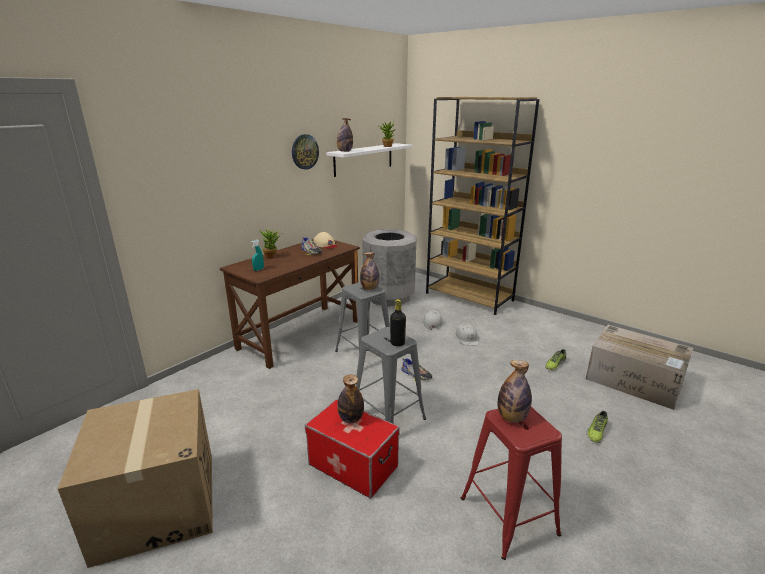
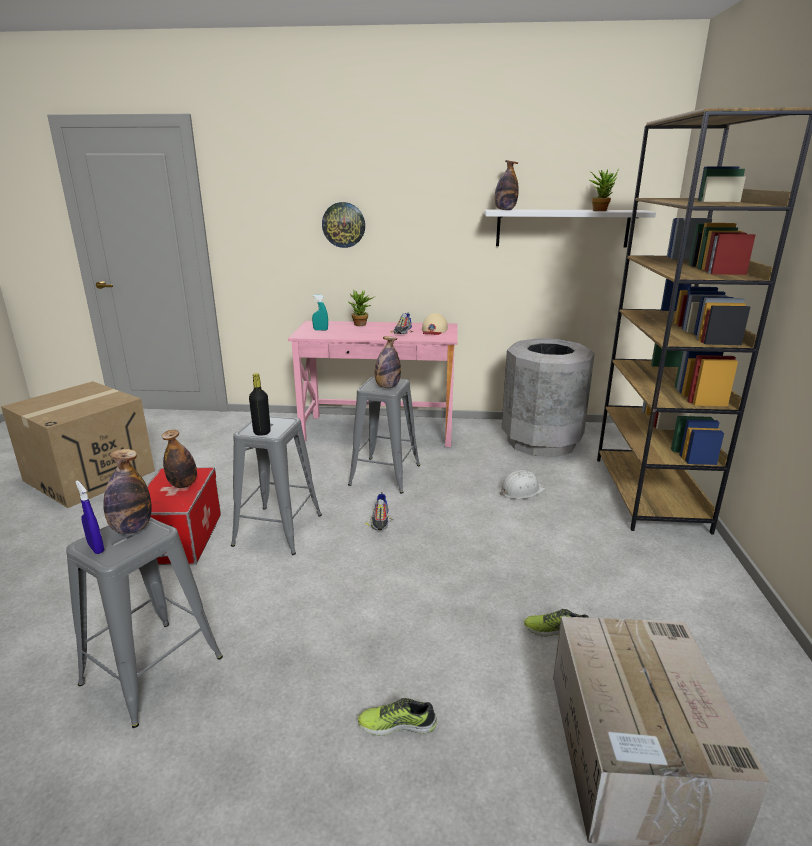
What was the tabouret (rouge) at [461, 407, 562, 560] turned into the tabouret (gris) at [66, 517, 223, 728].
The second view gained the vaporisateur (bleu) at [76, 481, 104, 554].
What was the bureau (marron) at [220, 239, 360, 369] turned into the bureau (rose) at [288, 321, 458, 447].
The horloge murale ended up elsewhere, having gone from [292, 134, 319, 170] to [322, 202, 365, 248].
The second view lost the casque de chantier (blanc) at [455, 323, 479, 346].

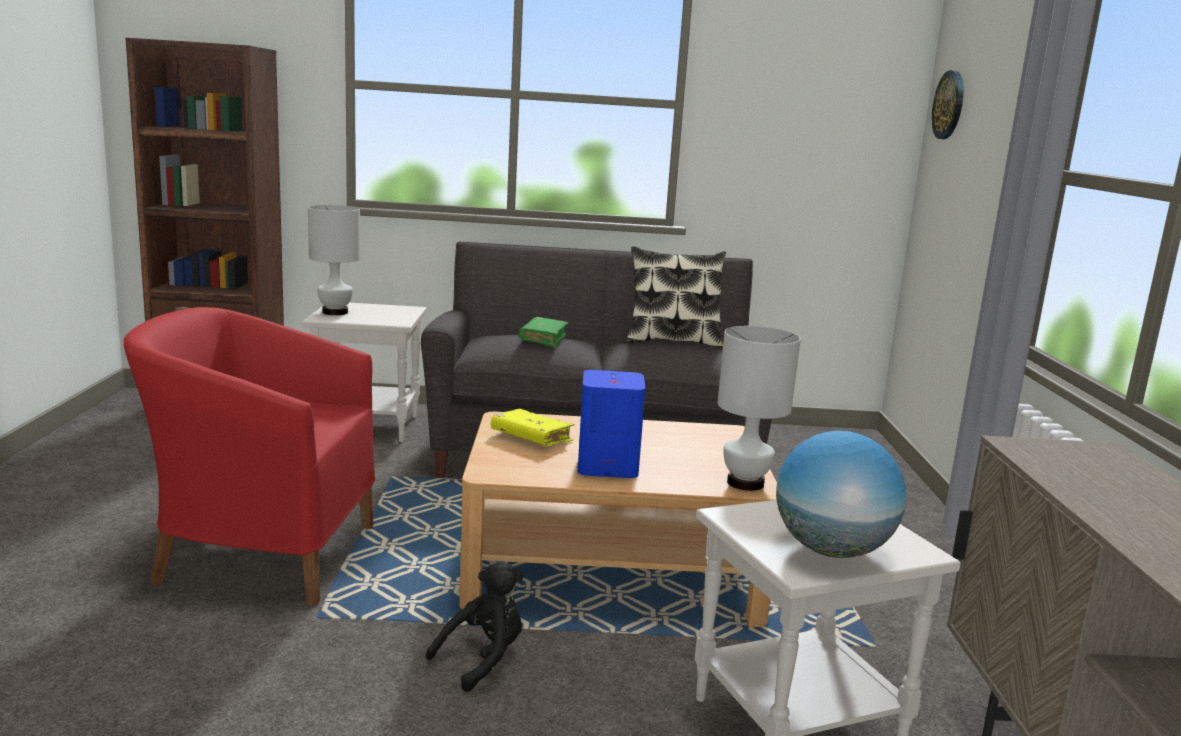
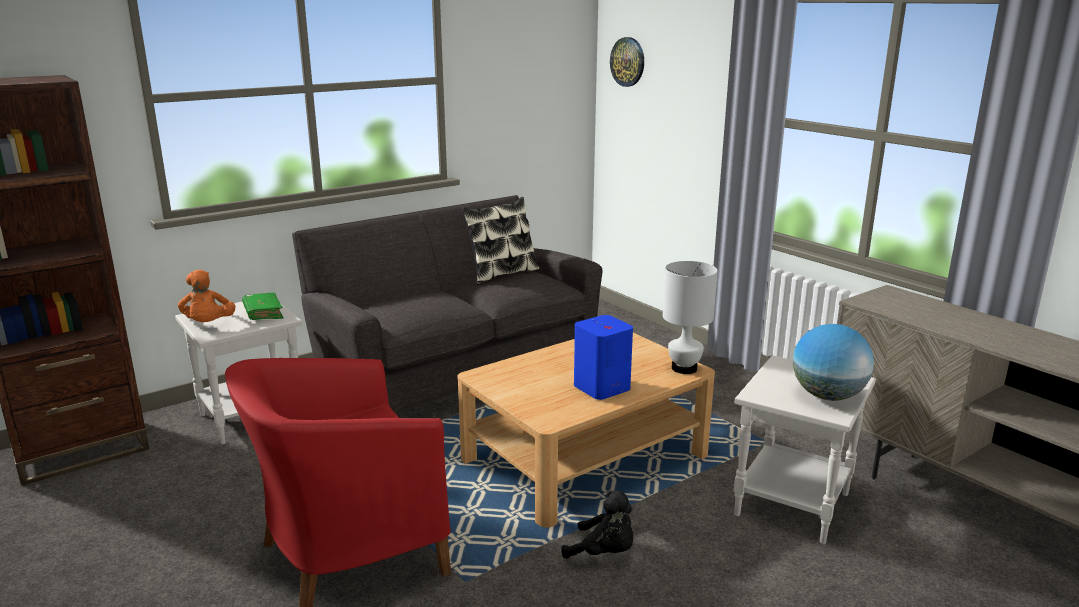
Where the lampe de table (blanc) stood at [308, 205, 360, 315], the peluche (orange) came to stand at [178, 270, 236, 322].
The livre (vert) ended up elsewhere, having gone from [519, 317, 568, 347] to [242, 293, 284, 320].
The peluche (noir) at [426, 561, 524, 692] ended up facing another way, 105 degrees clockwise from before.
The second view lost the livre (jaune) at [491, 409, 574, 446].

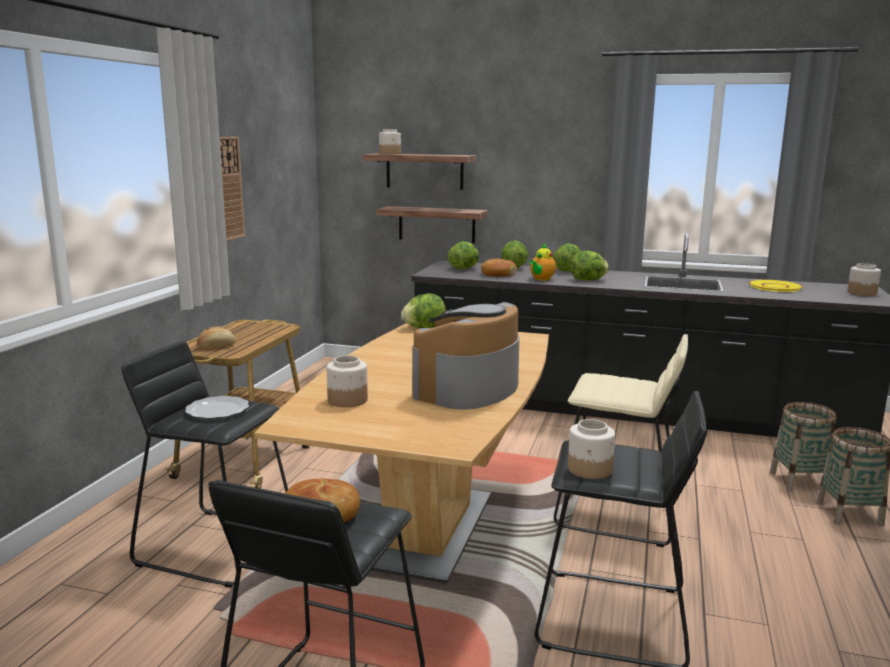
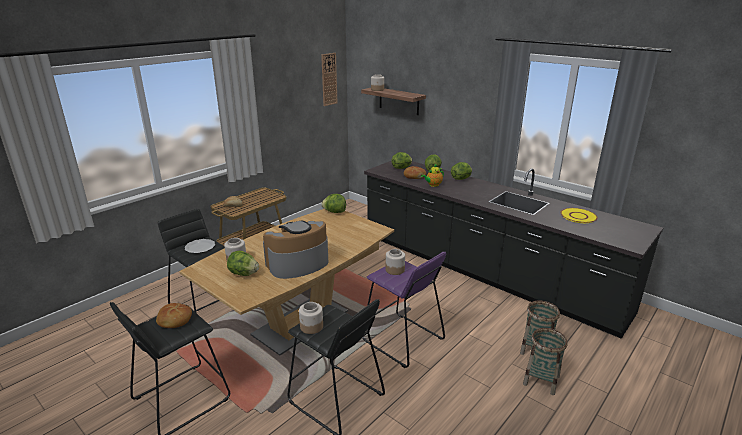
The laitue ended up elsewhere, having gone from [571, 251, 609, 280] to [227, 251, 259, 276].
The horloge murale ended up elsewhere, having gone from [219, 137, 245, 241] to [321, 53, 337, 106].
What was the tabouret (beige) at [554, 334, 688, 547] turned into the tabouret (violet) at [362, 252, 446, 368].
The bocal ended up elsewhere, having gone from [847, 263, 881, 296] to [386, 249, 405, 275].
The second view lost the étagère at [376, 206, 488, 243].

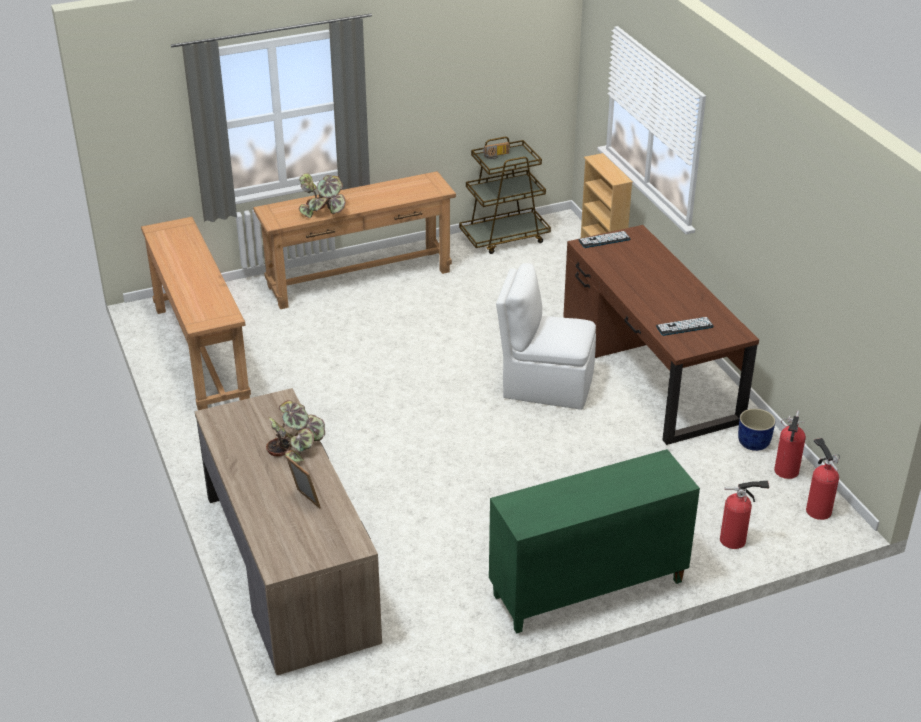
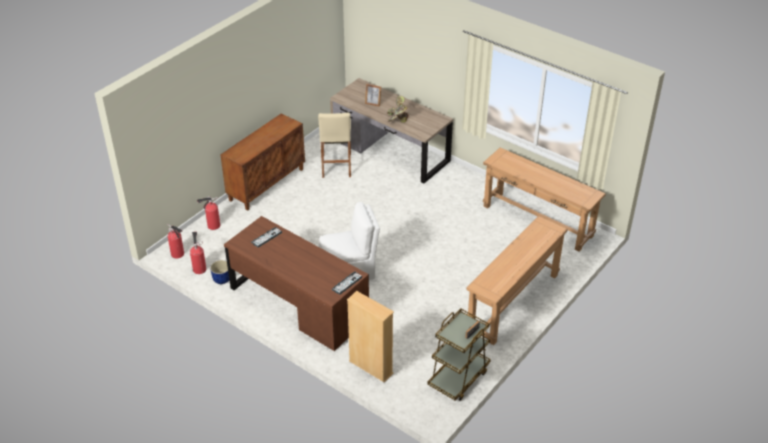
What was the meuble de rangement (vert) at [489, 449, 700, 634] turned into the meuble de rangement (marron) at [220, 113, 305, 211].
The second view gained the tabouret (beige) at [318, 113, 351, 178].
The second view lost the plante en pot at [299, 173, 346, 218].

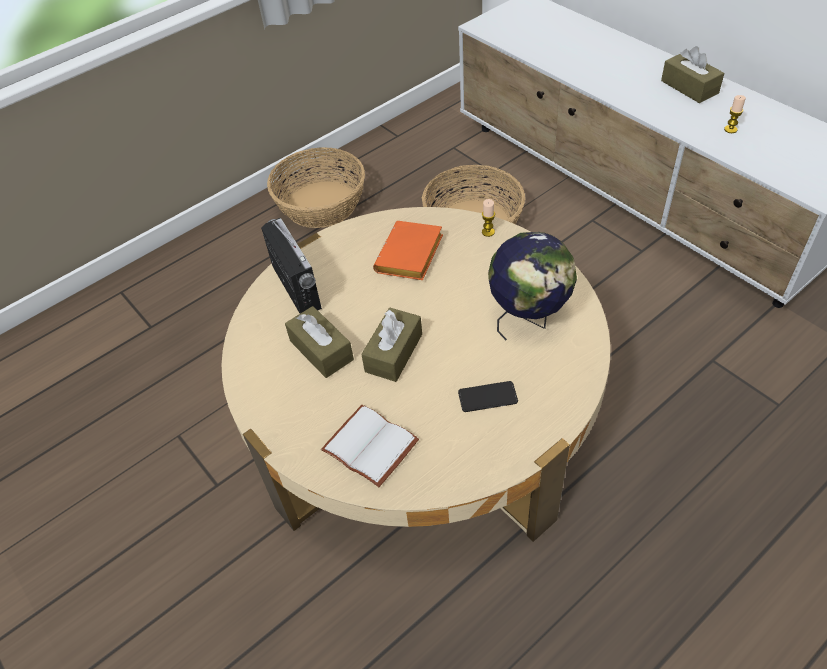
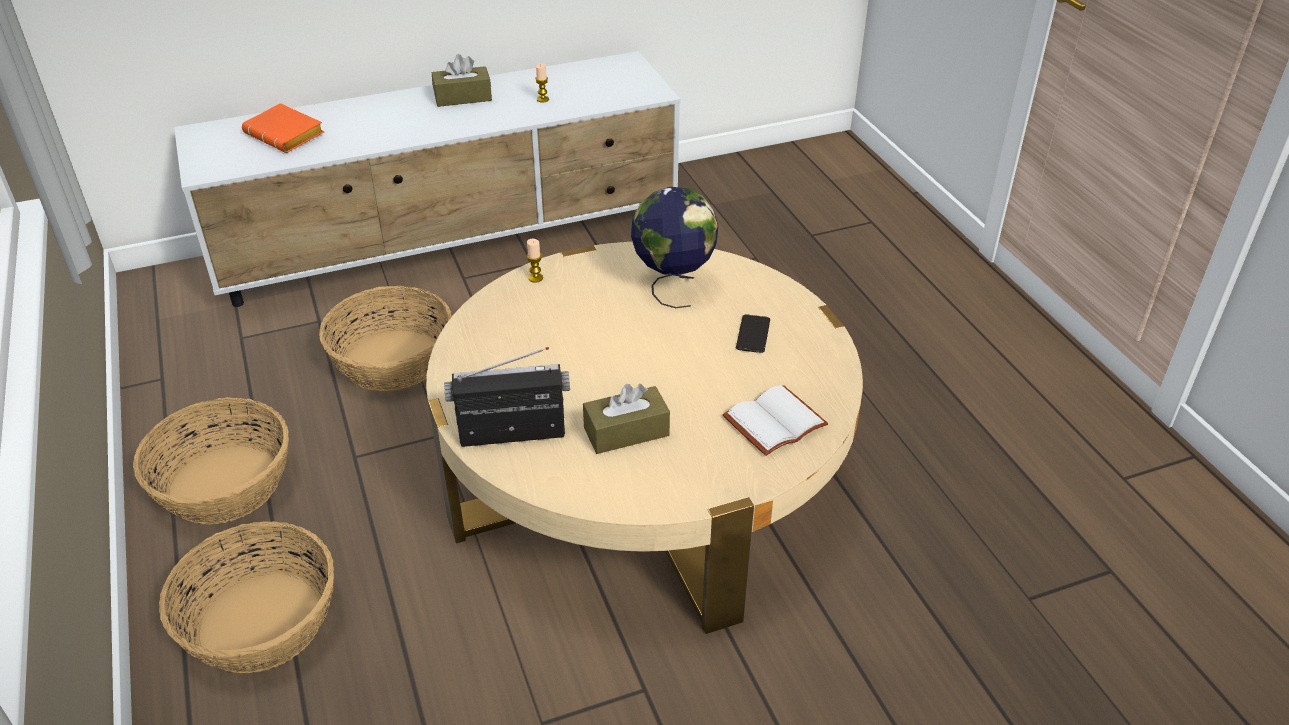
The second view gained the panier at [159, 521, 334, 673].
The livre (orange) ended up elsewhere, having gone from [373, 221, 443, 280] to [242, 103, 324, 153].
The second view lost the boîte à mouchoirs (marron) at [361, 308, 422, 382].

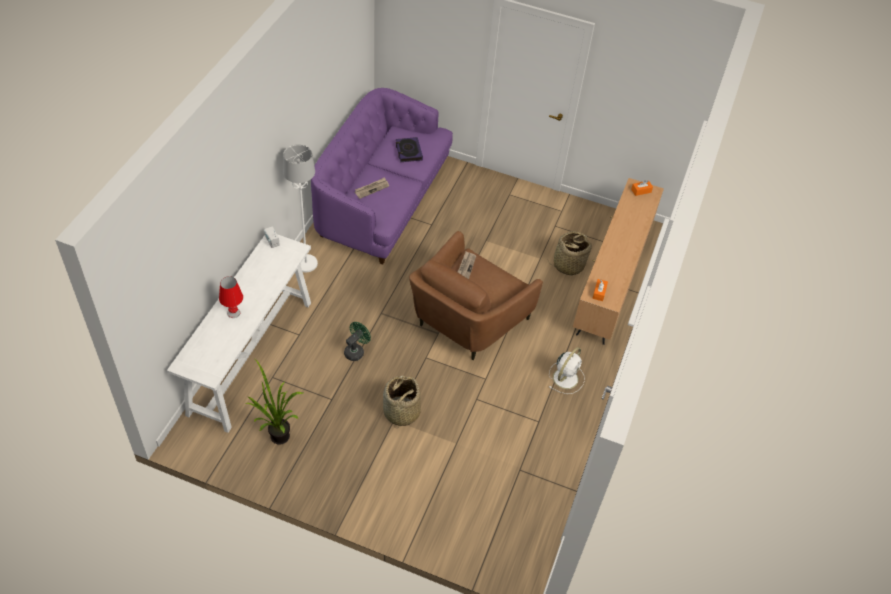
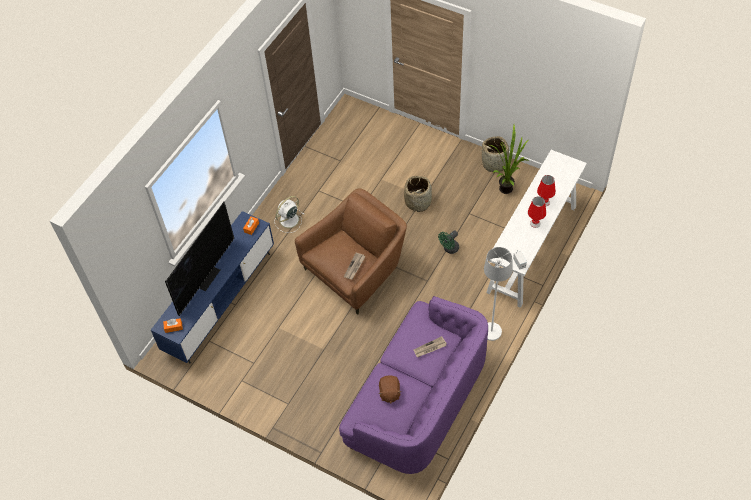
What was the meuble télé (marron) at [573, 178, 664, 345] turned into the meuble télé (bleu) at [151, 211, 274, 364].
The second view gained the téléviseur at [165, 202, 234, 316].
Where the livre stood at [396, 137, 423, 162], the peluche (marron) came to stand at [379, 376, 401, 403].
The panier ended up elsewhere, having gone from [548, 231, 592, 276] to [479, 136, 509, 172].
The second view gained the lampe de table (rouge) at [528, 196, 546, 228].

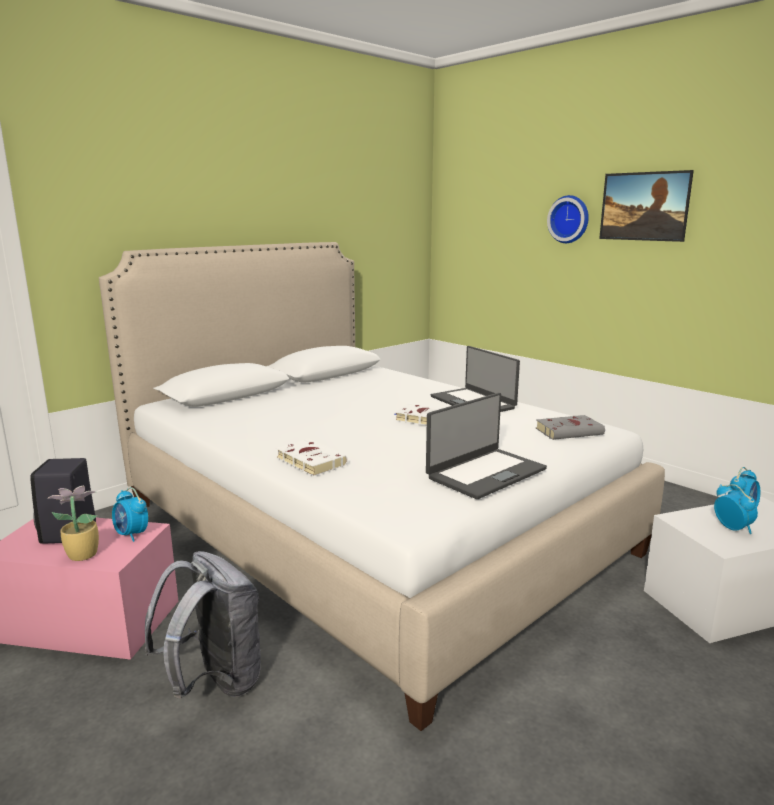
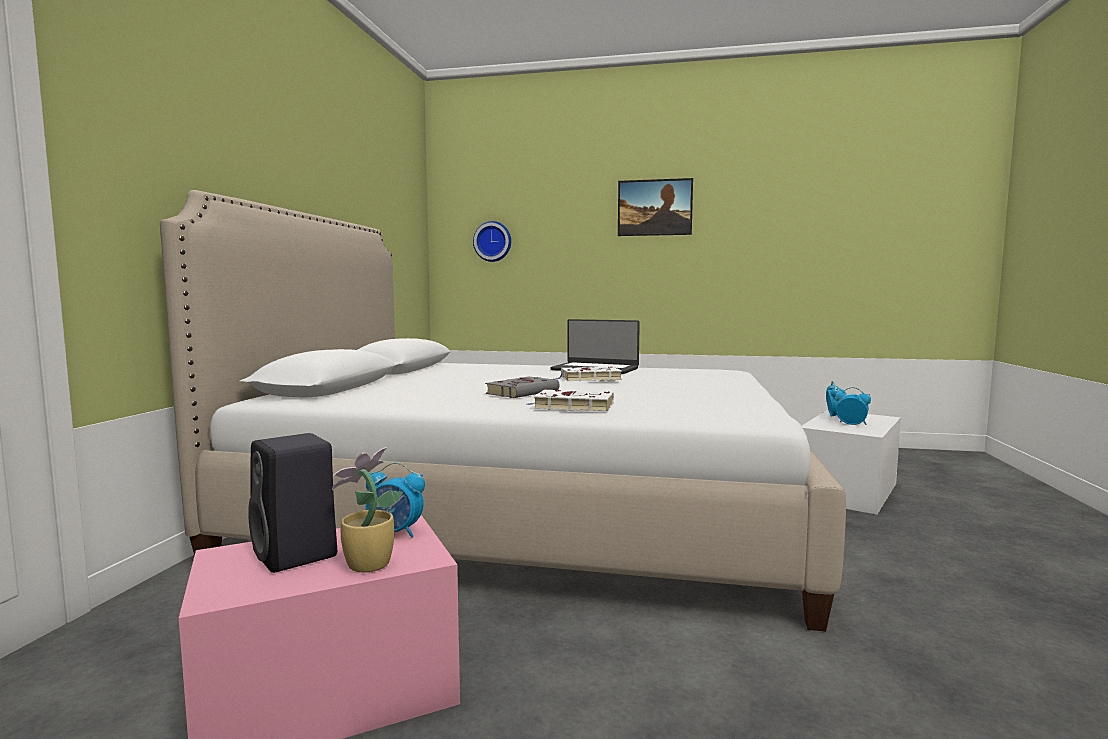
The horloge murale ended up elsewhere, having gone from [547, 195, 589, 243] to [473, 221, 511, 262].
The livre (gris) ended up elsewhere, having gone from [536, 415, 605, 440] to [485, 376, 559, 398].
The second view lost the sac à dos (gris) at [145, 551, 262, 699].
The second view lost the ordinateur portable at [426, 393, 547, 499].

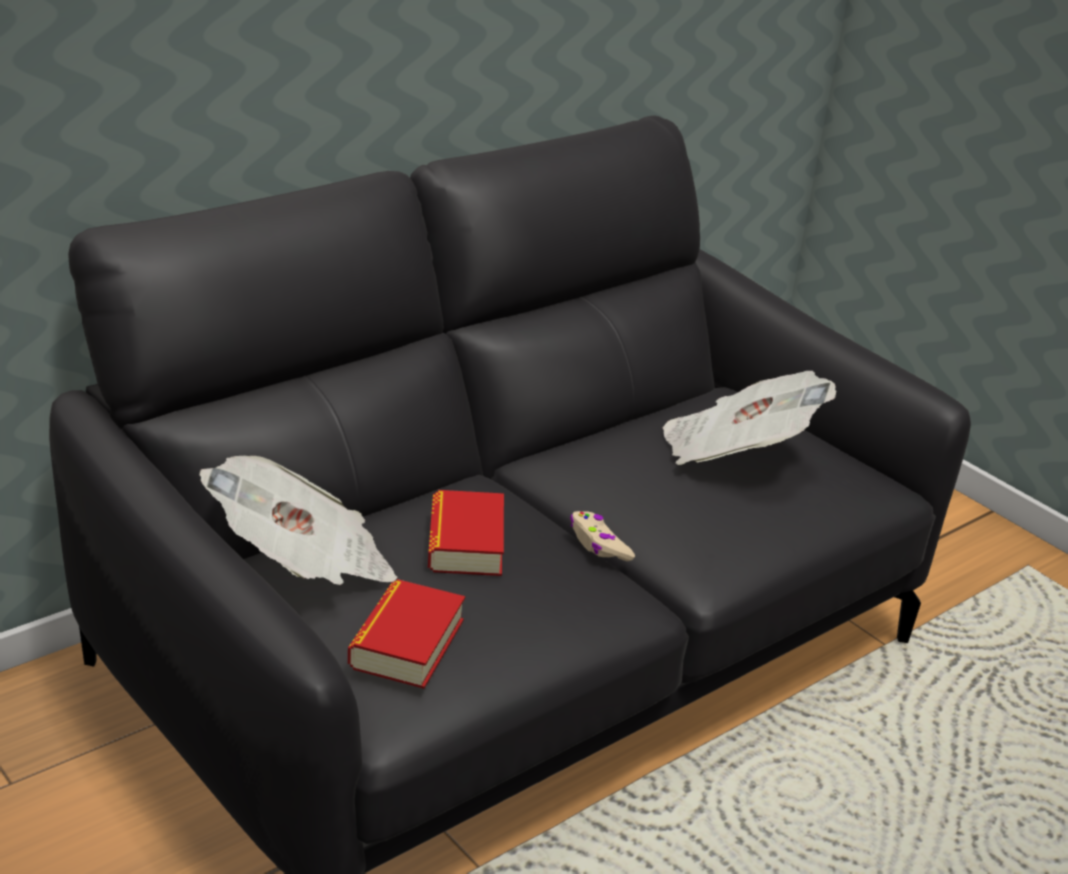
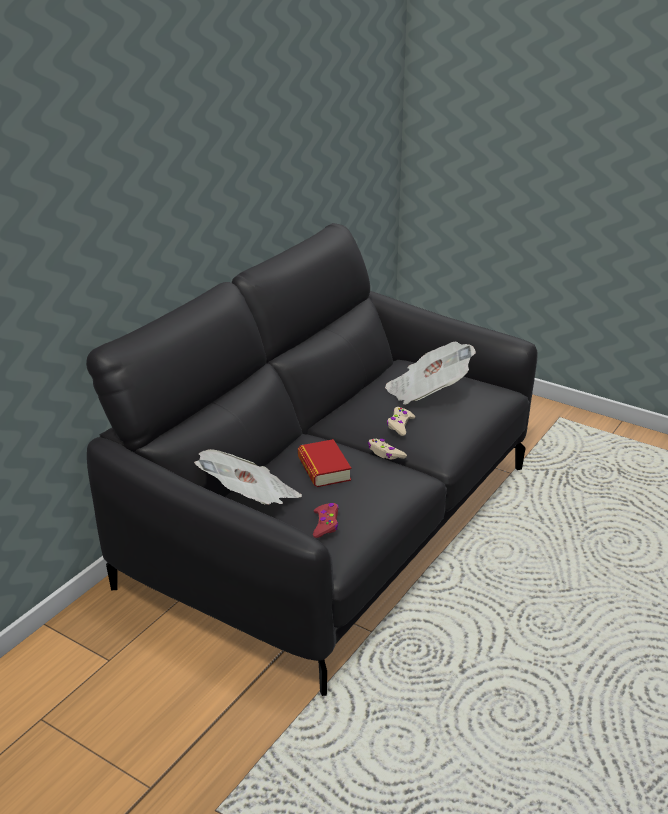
Where the livre stood at [348, 579, 465, 689], the manette (rouge) came to stand at [313, 503, 339, 538].
The second view gained the manette (beige) at [387, 407, 415, 436].

